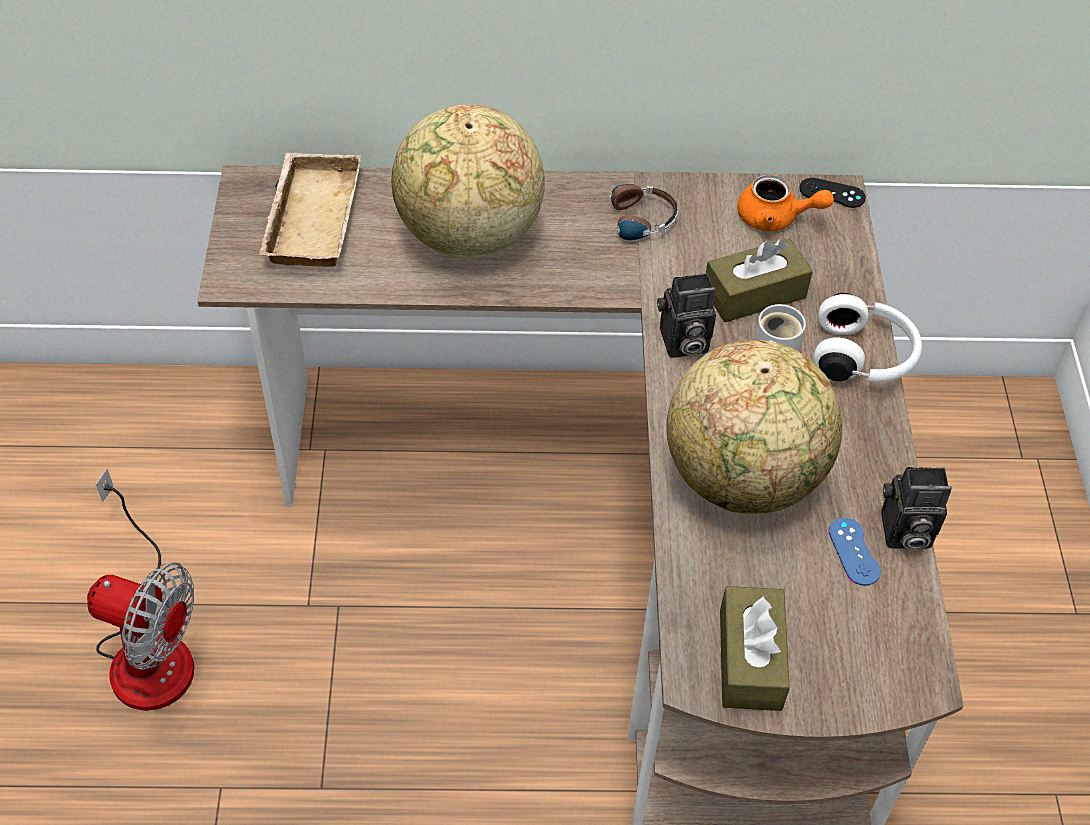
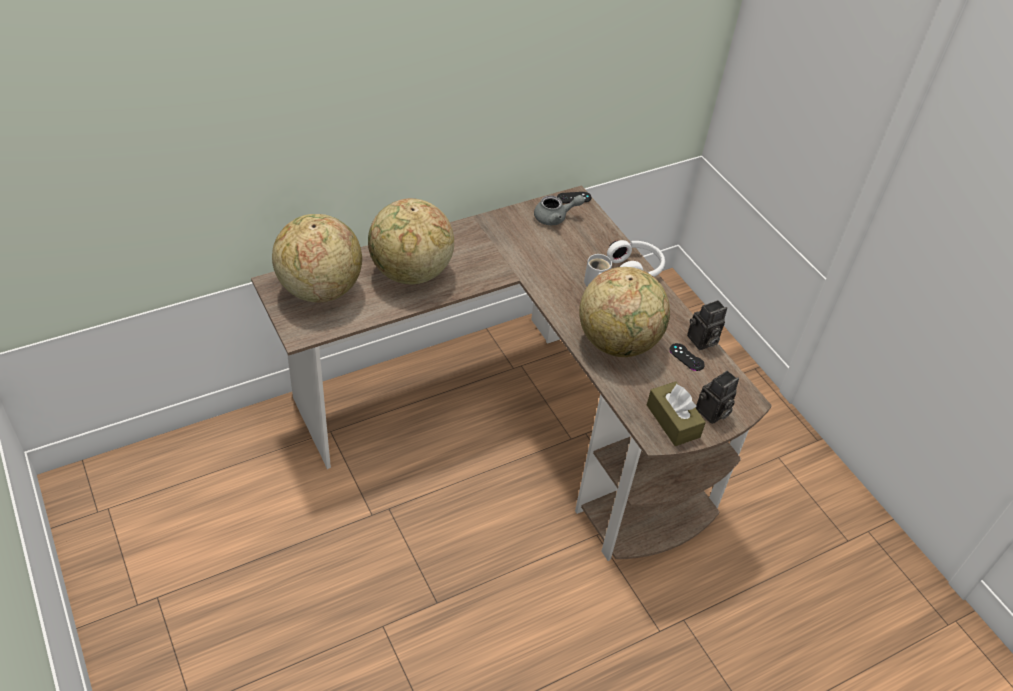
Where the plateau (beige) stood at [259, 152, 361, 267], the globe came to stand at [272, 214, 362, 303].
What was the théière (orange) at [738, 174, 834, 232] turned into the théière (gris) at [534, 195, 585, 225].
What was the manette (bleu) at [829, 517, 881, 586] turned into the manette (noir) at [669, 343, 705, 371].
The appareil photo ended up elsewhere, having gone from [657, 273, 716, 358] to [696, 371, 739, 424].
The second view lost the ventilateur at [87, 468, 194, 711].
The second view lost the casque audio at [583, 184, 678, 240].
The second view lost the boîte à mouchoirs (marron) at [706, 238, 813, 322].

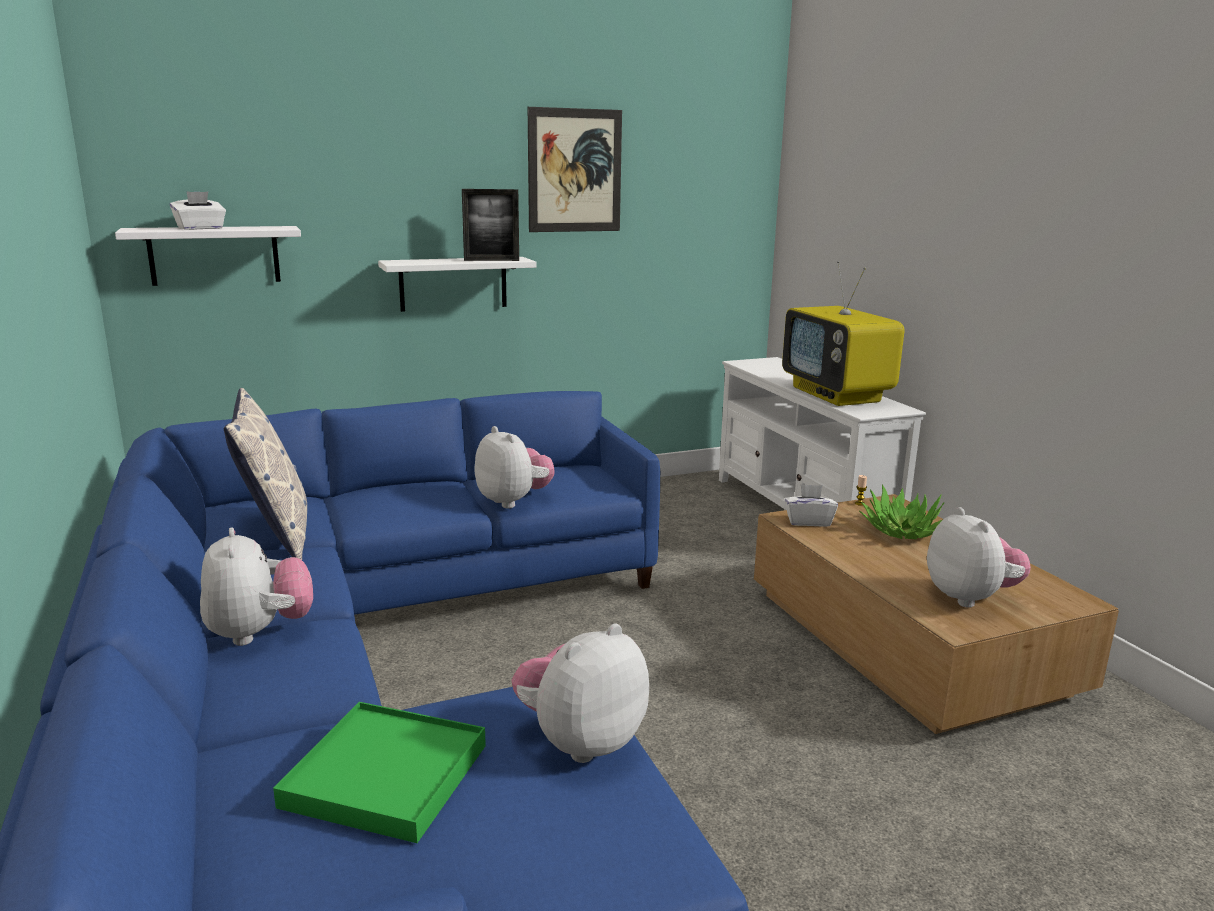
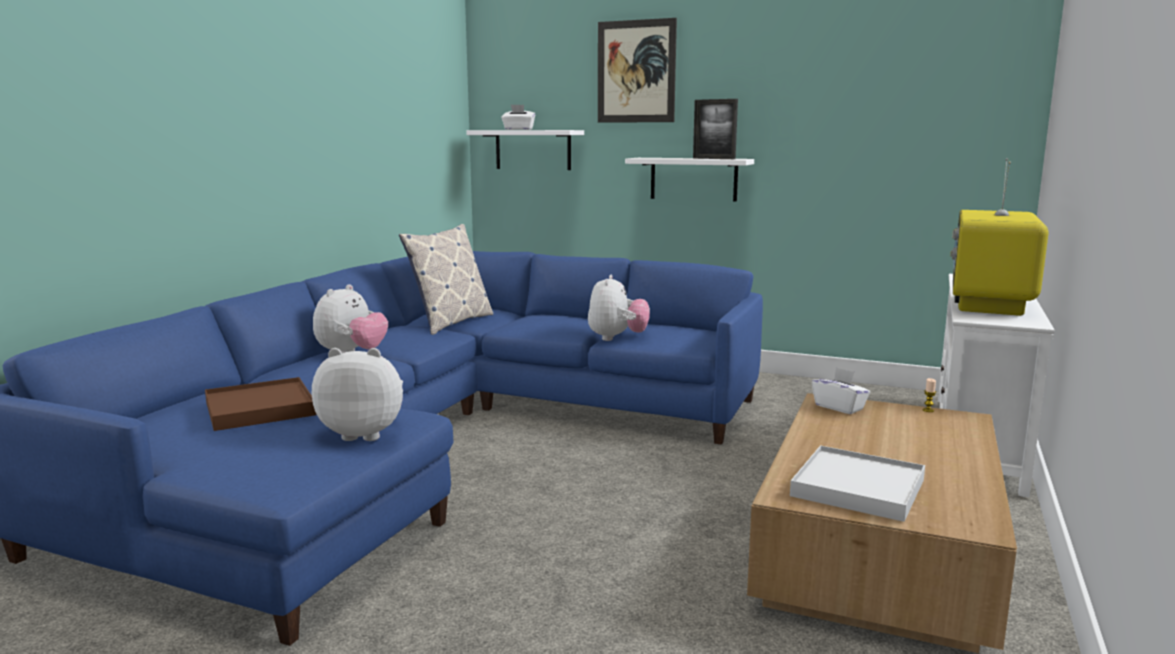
What was the plateau (vert) at [273, 702, 486, 843] turned into the plateau (marron) at [205, 377, 317, 431].
The tableau ended up elsewhere, having gone from [528, 107, 622, 232] to [598, 18, 677, 123].
Where the peluche stood at [927, 507, 1031, 608], the plateau (blanc) came to stand at [790, 445, 925, 522].
The second view lost the plante en pot at [859, 484, 945, 539].

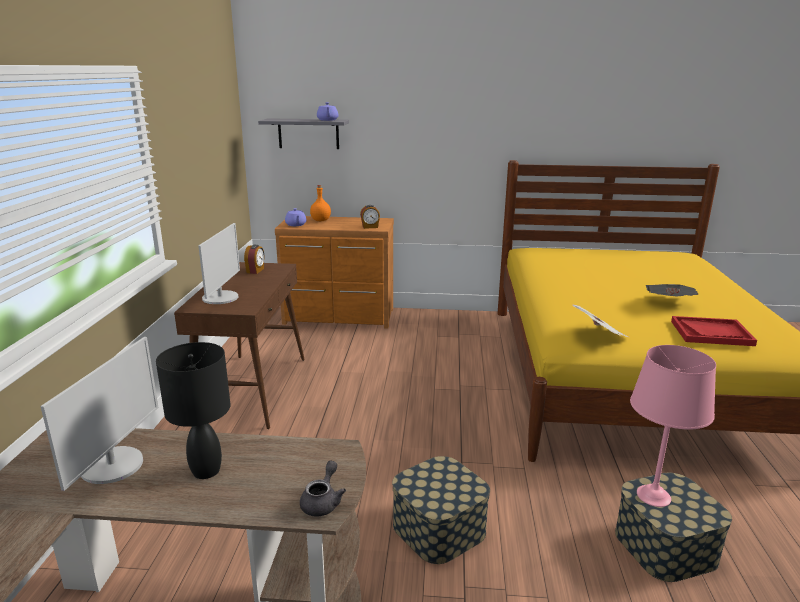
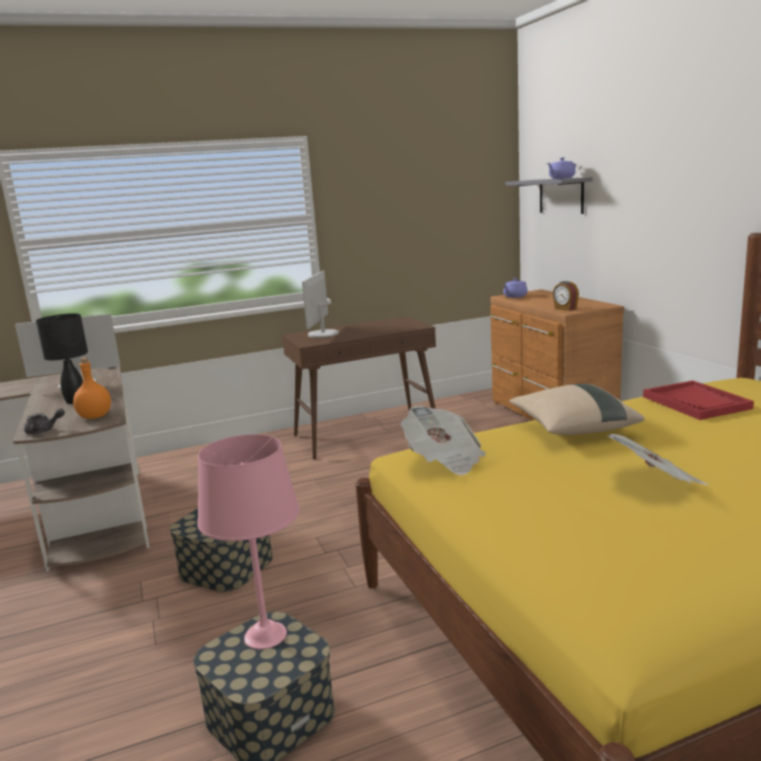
The bouteille (orange) ended up elsewhere, having gone from [310, 185, 331, 221] to [73, 358, 111, 419].
The écran d'ordinateur at [198, 223, 240, 304] ended up facing another way, 120 degrees clockwise from before.
The second view gained the coussin (beige) at [509, 384, 645, 435].
The plateau (rouge) ended up elsewhere, having gone from [671, 316, 757, 346] to [643, 380, 754, 420].
The second view lost the réveil at [244, 245, 264, 274].

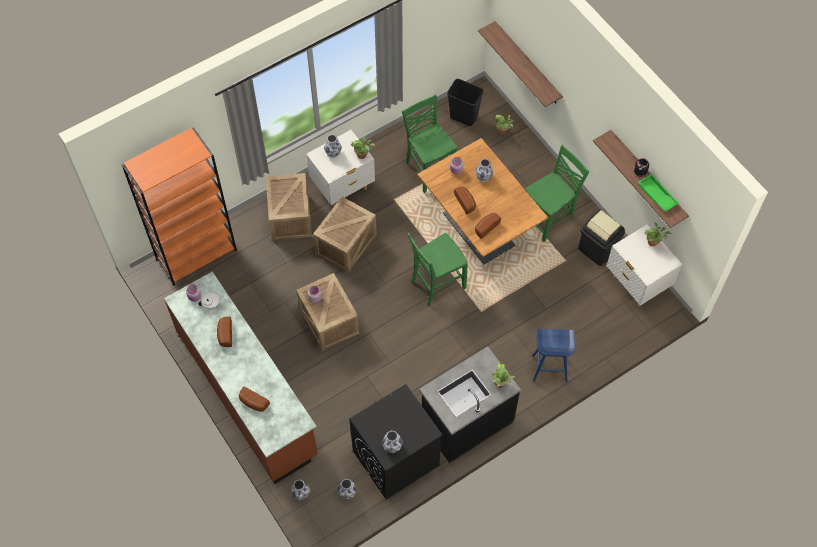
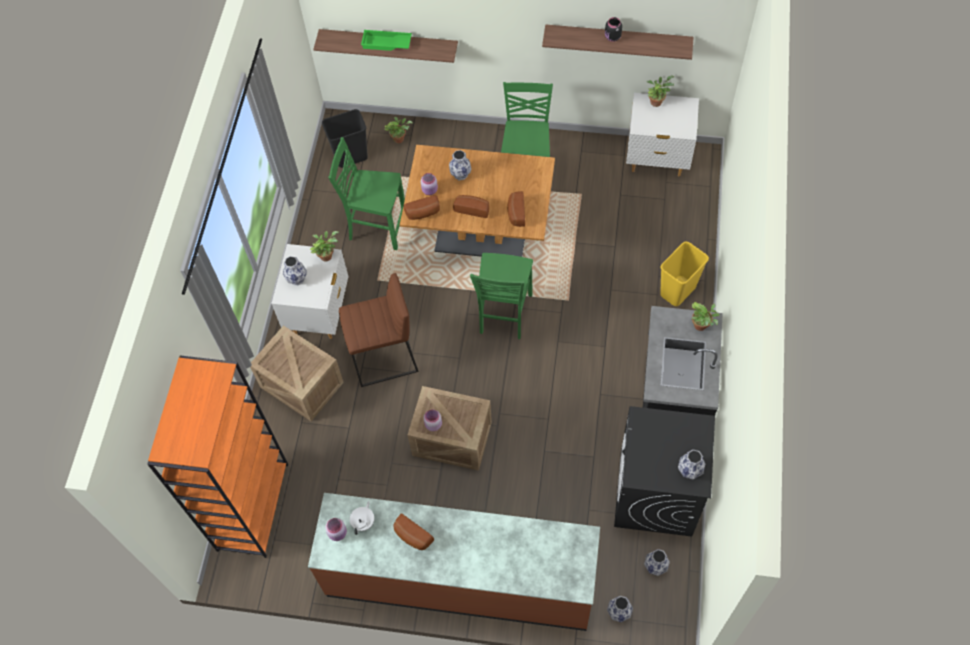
Where the caisse stood at [313, 197, 377, 273], the tabouret (marron) came to stand at [339, 273, 419, 387].
The plateau (vert) ended up elsewhere, having gone from [638, 174, 679, 212] to [361, 30, 412, 51].
The pain ended up elsewhere, having gone from [239, 386, 270, 412] to [404, 195, 440, 220].
Where the tabouret (bleu) stood at [532, 329, 575, 382], the poubelle (jaune) came to stand at [660, 242, 709, 306].
The second view lost the poubelle (noir) at [578, 209, 625, 266].

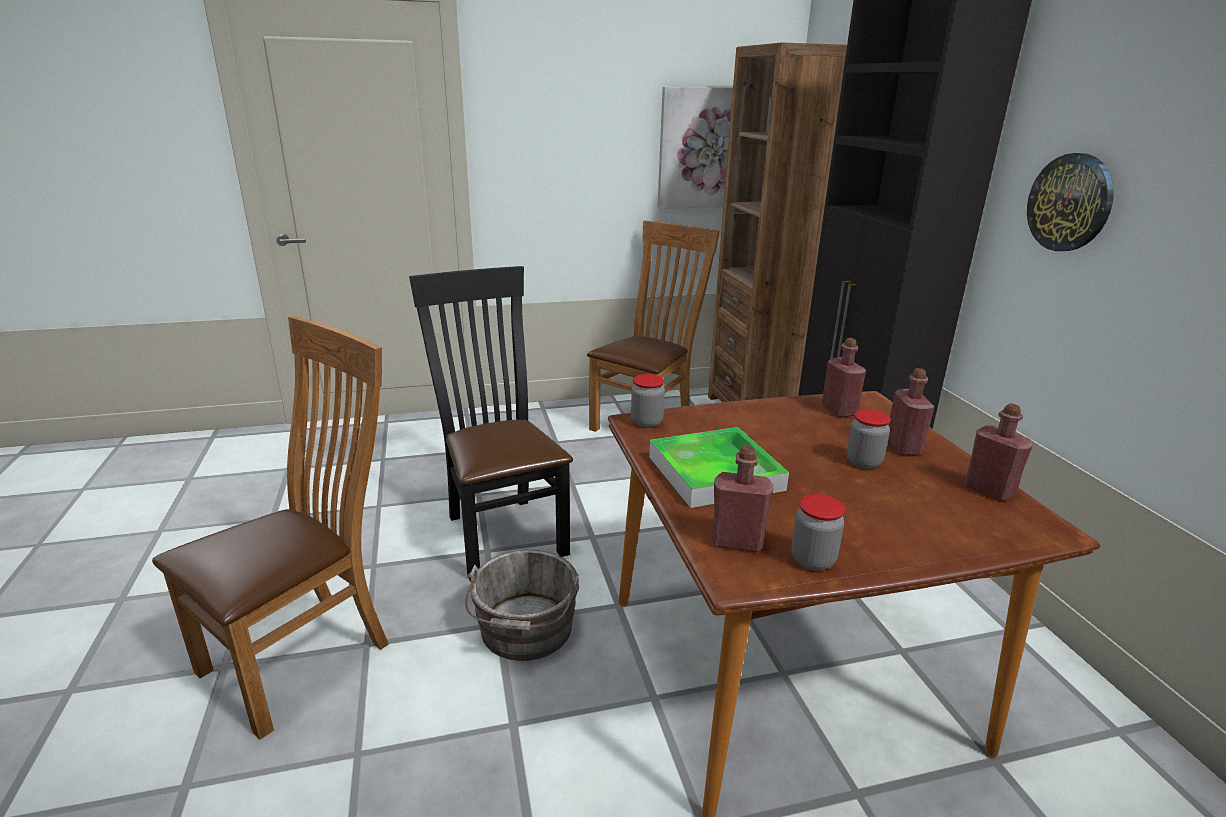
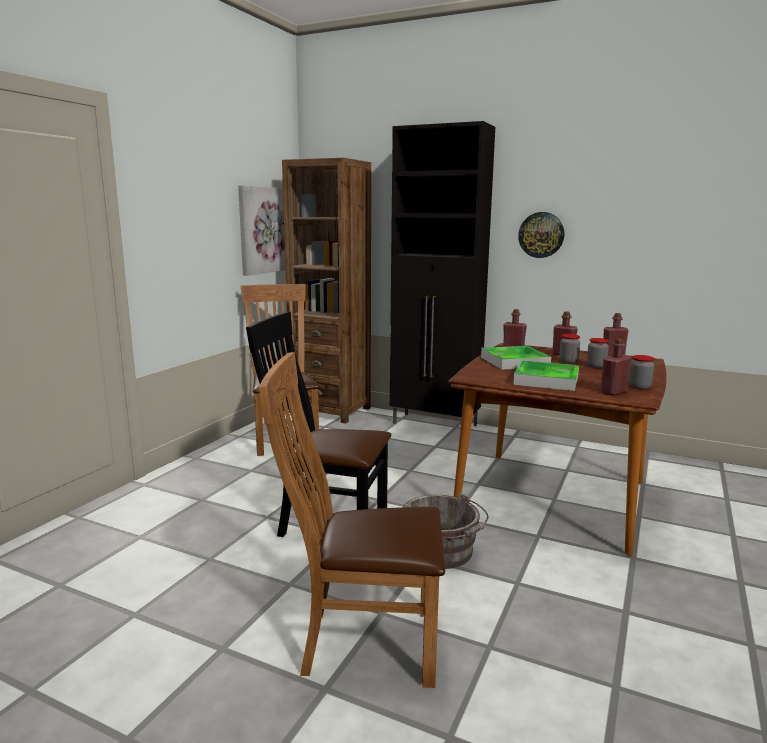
The chaise (marron) at [152, 316, 389, 740] ended up facing another way, 75 degrees counterclockwise from before.
The second view gained the plateau at [481, 346, 551, 370].
The bocal ended up elsewhere, having gone from [631, 374, 665, 428] to [587, 338, 609, 368].

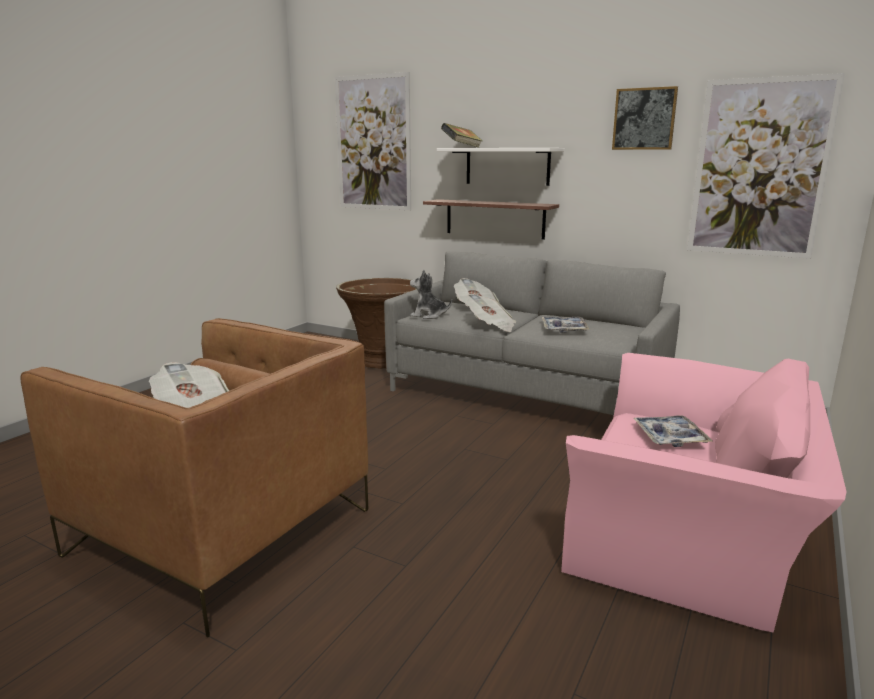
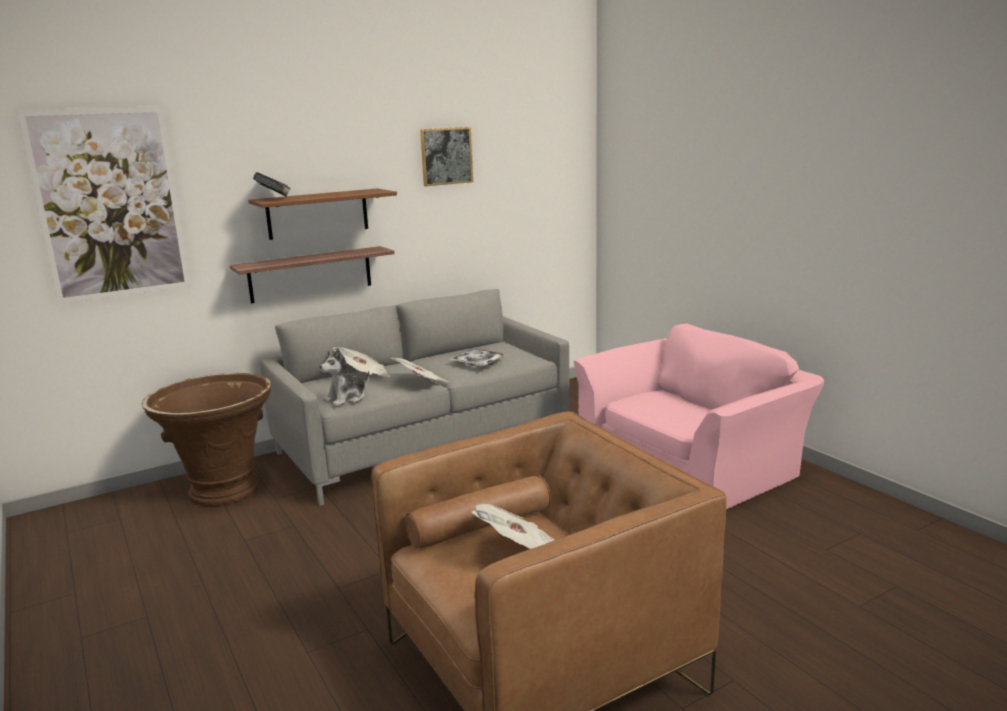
What was the étagère (blanc) at [437, 148, 565, 186] turned into the étagère (marron) at [248, 188, 397, 240].
The second view lost the plateau at [633, 415, 712, 447].
The second view lost the tableau at [687, 73, 845, 259].

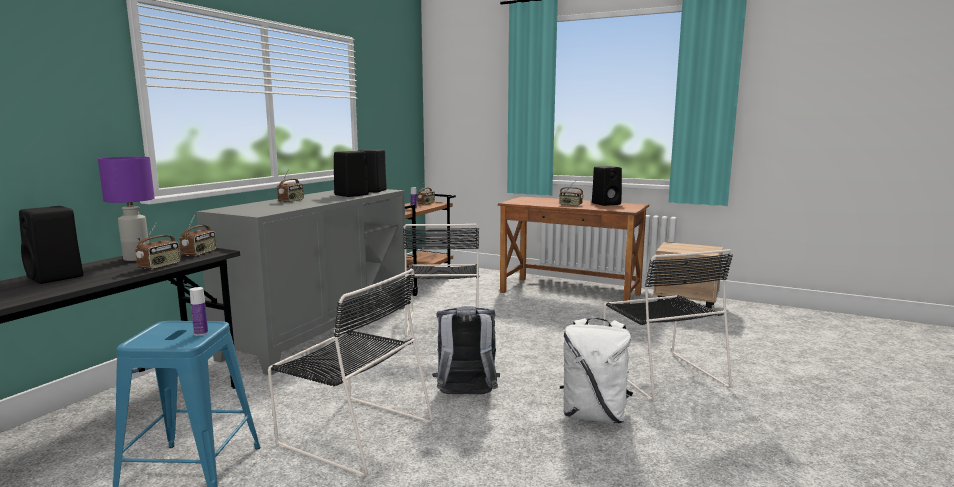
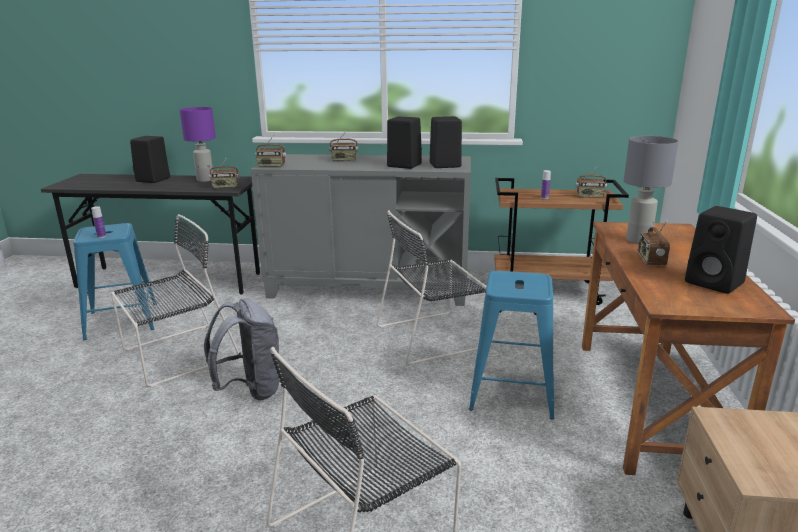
The chaise (noir) at [268, 269, 433, 477] ended up facing another way, 135 degrees counterclockwise from before.
The radio ended up elsewhere, having gone from [135, 223, 181, 270] to [255, 134, 286, 167].
The second view gained the tabouret (bleu) at [469, 271, 554, 419].
The second view gained the lampe de table (gris) at [624, 136, 679, 244].
The second view lost the sac à dos (blanc) at [560, 318, 633, 423].

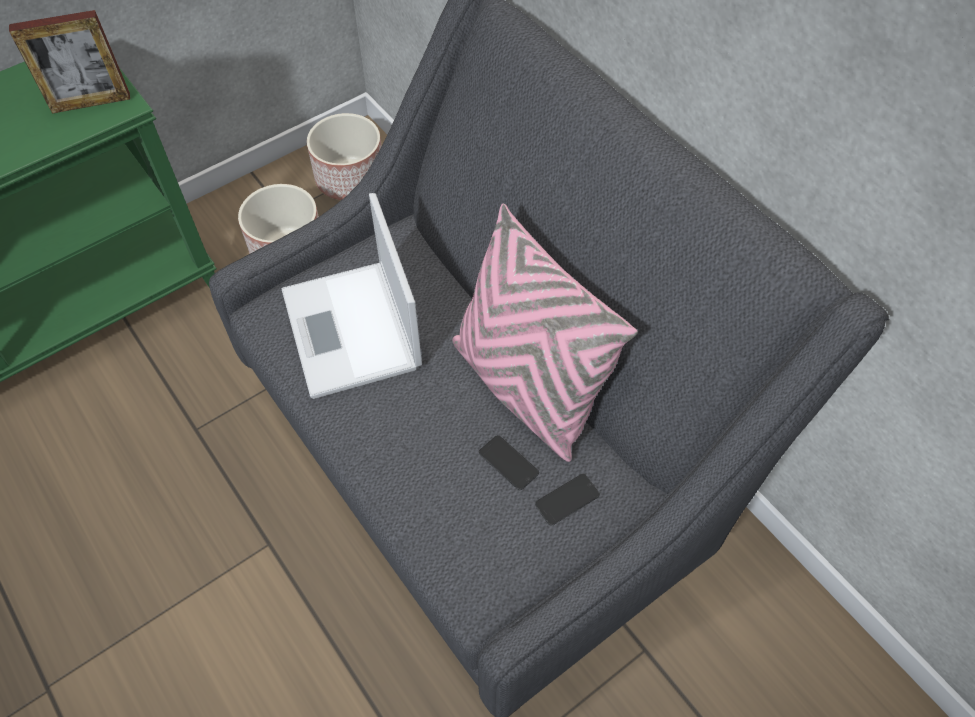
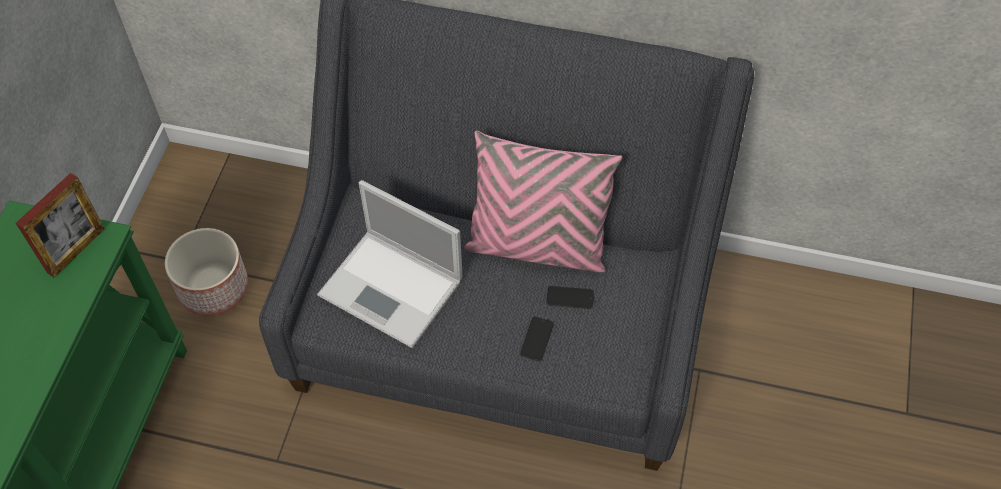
The téléphone ended up elsewhere, having gone from [535, 474, 600, 526] to [520, 317, 554, 361].
The second view lost the cache-pot at [307, 113, 381, 200].

